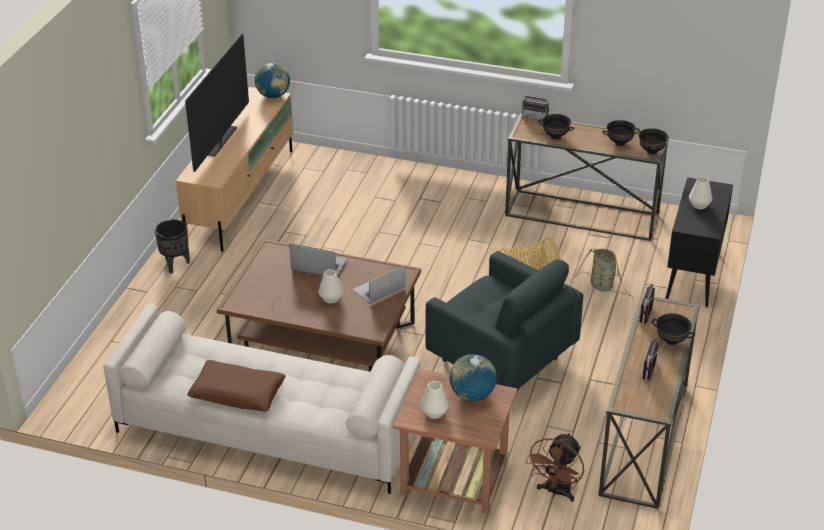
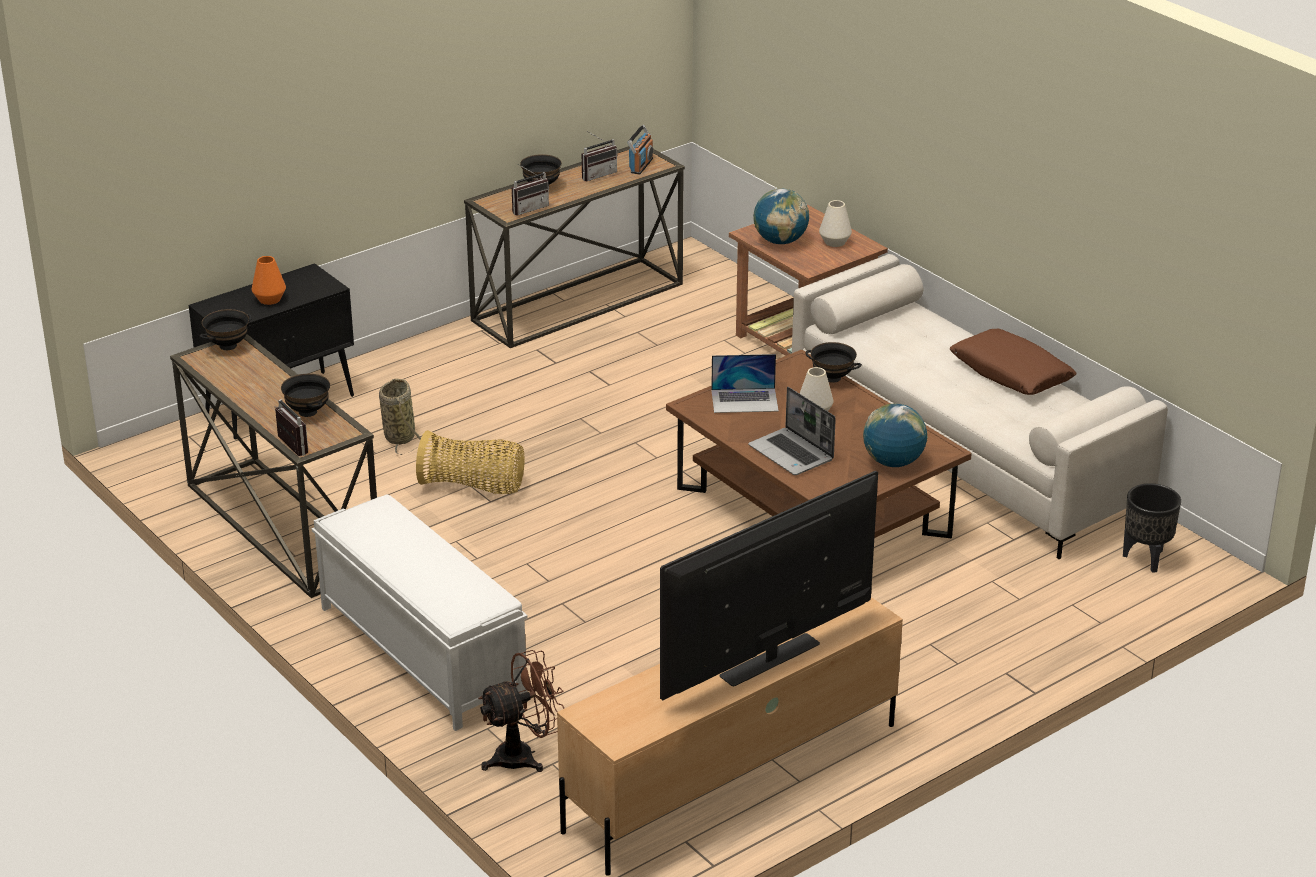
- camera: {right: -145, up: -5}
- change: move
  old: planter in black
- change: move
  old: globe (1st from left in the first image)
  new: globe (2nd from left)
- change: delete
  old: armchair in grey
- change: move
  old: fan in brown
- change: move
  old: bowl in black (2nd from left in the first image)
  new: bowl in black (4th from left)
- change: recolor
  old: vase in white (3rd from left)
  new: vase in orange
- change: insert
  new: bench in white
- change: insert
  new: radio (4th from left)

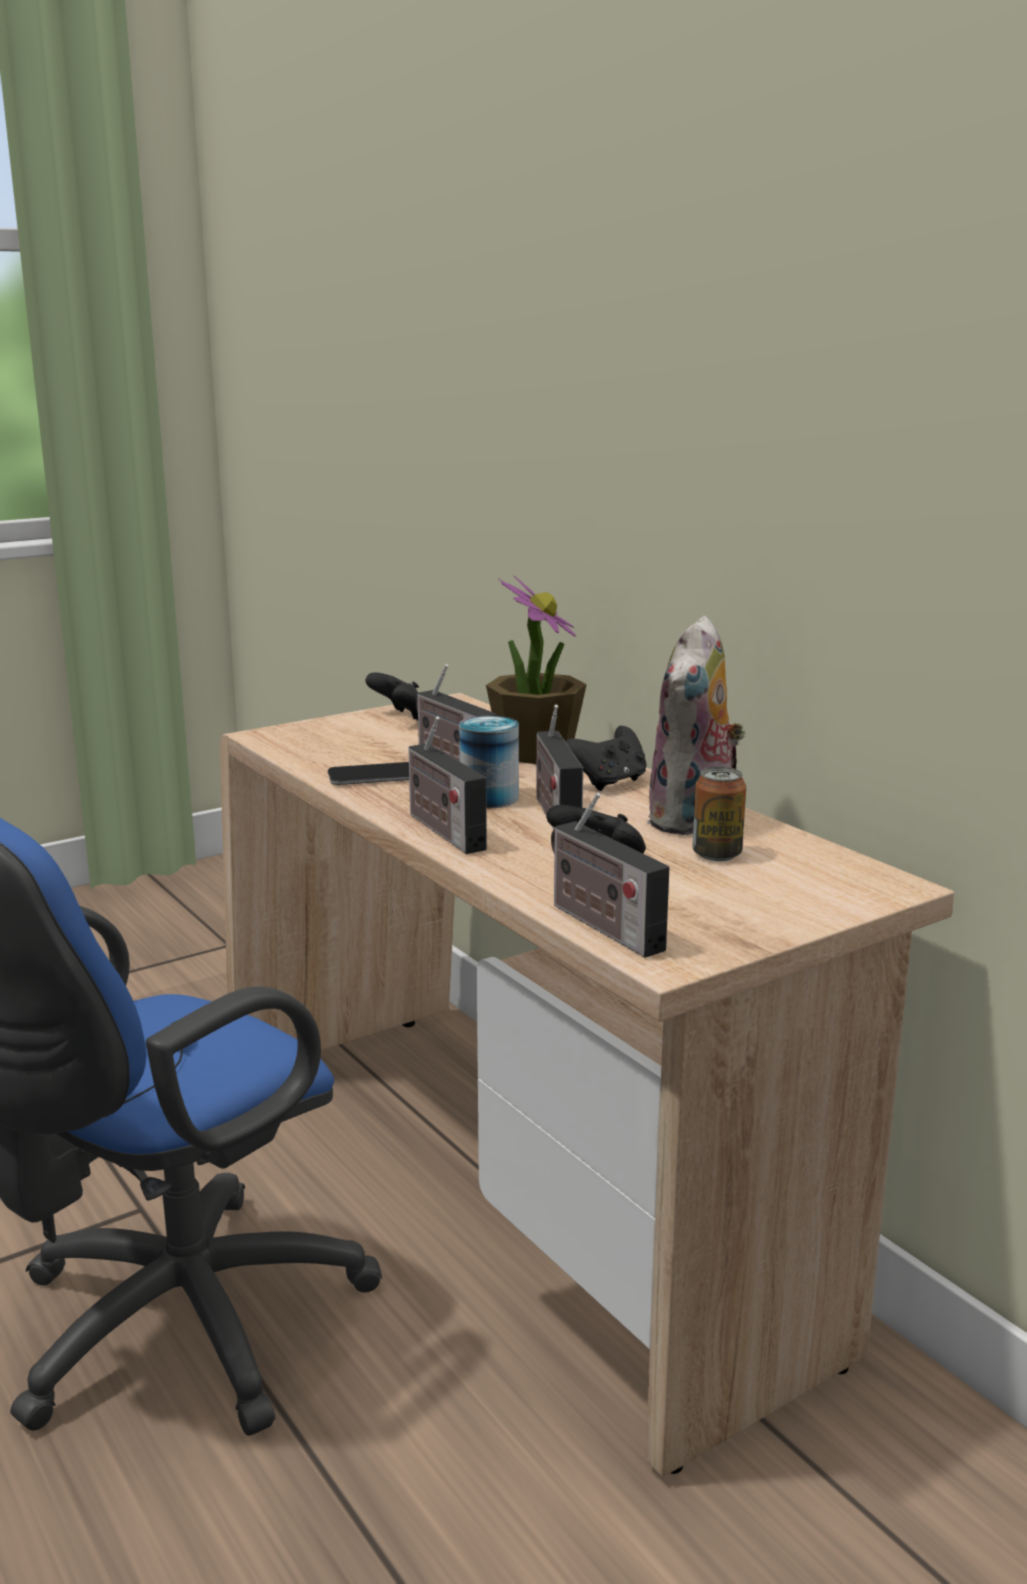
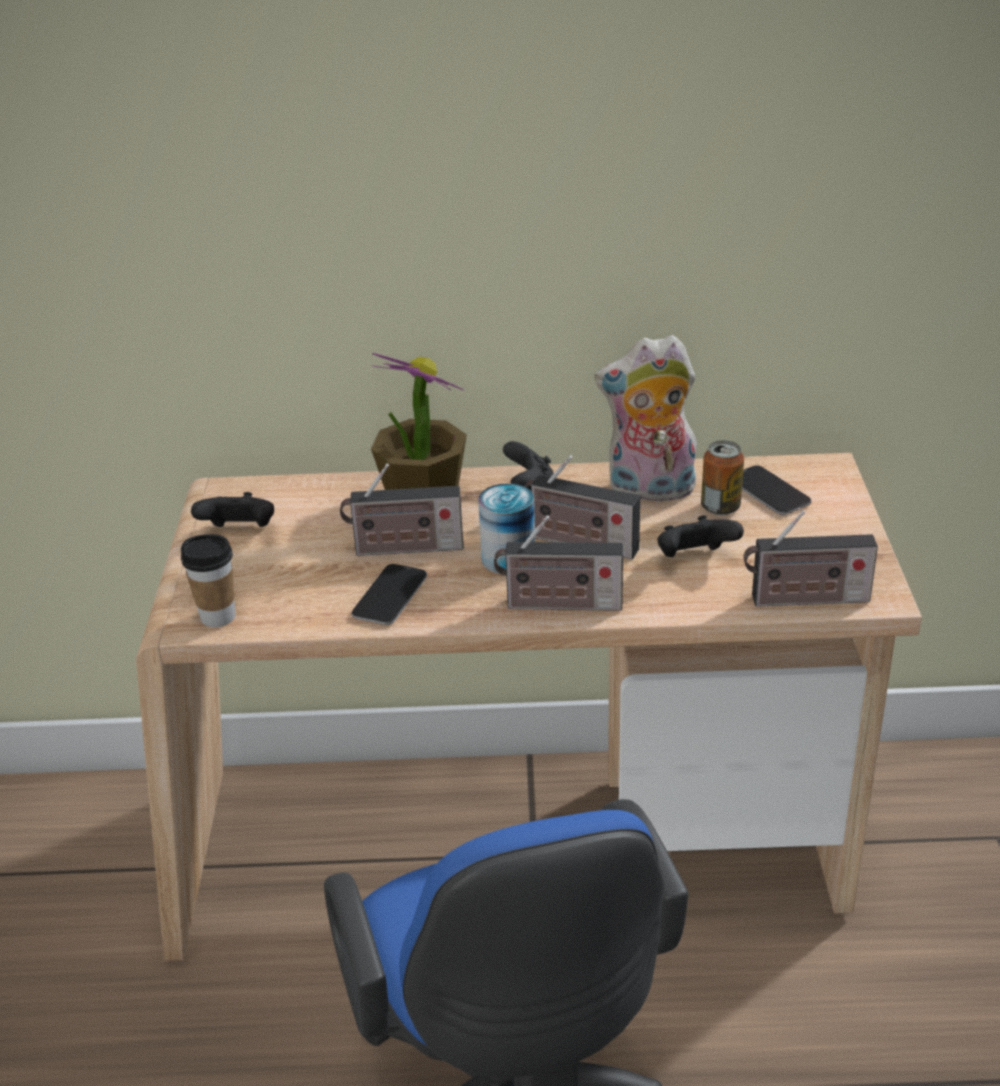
- camera: {right: -55, up: 15}
- change: rotate
  old: plush toy
  degrees: 120
- change: insert
  new: cup
- change: insert
  new: phone (2nd from left)

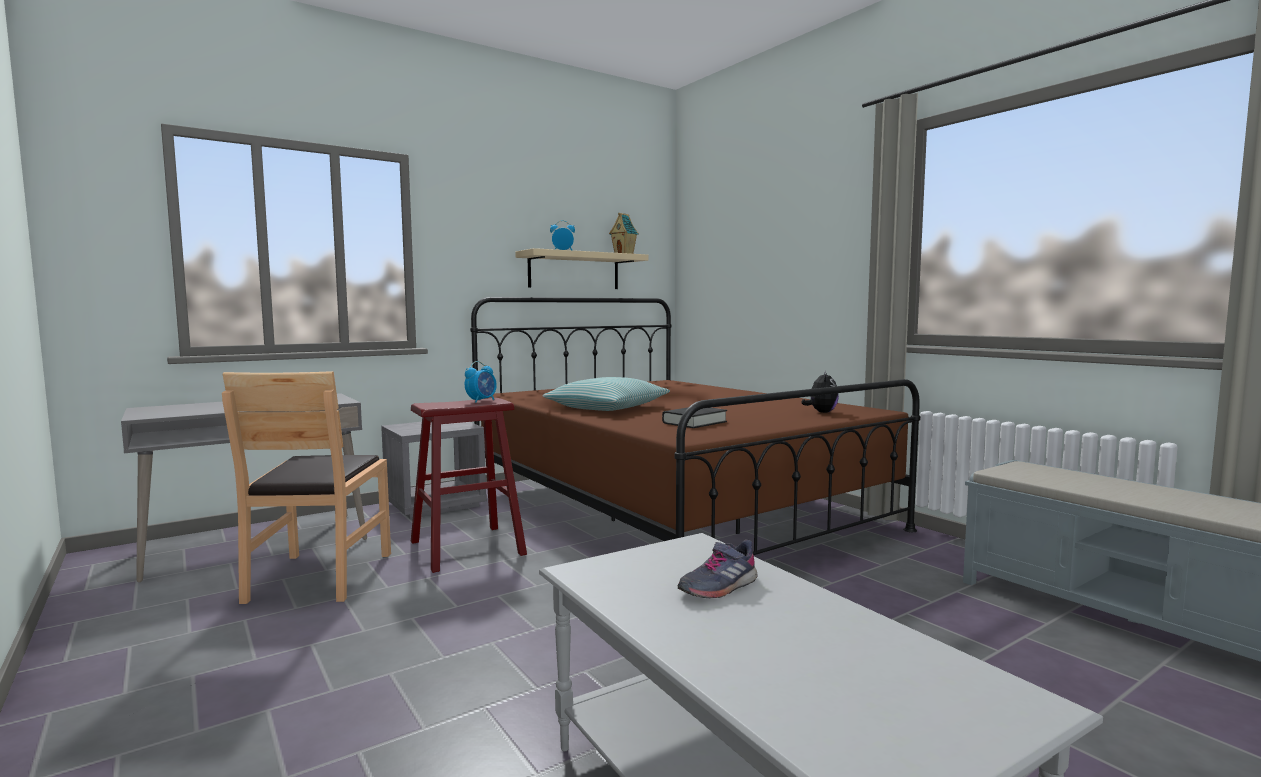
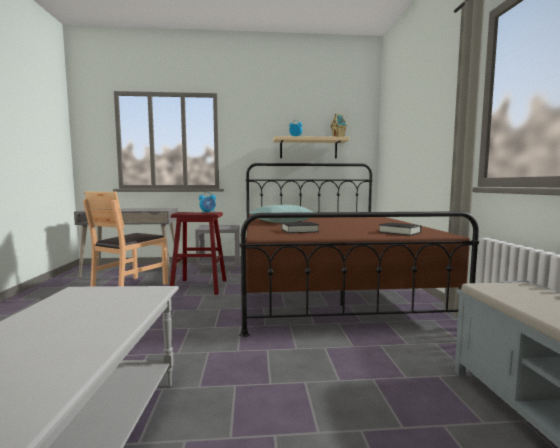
- camera: {right: 30, up: 0}
- change: delete
  old: shoe in grey
- change: replace
  old: plush toy
  new: book in black (2nd from left)

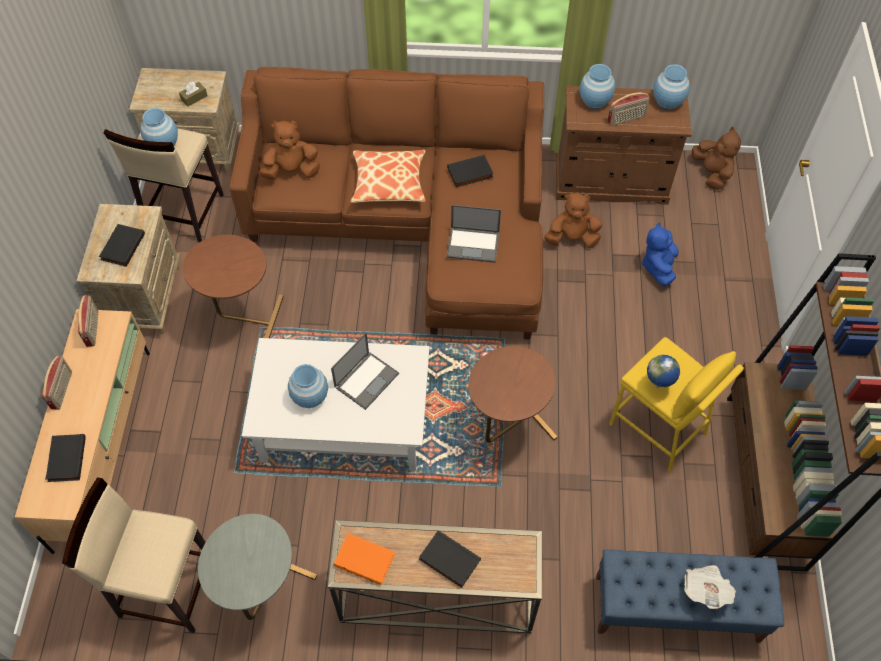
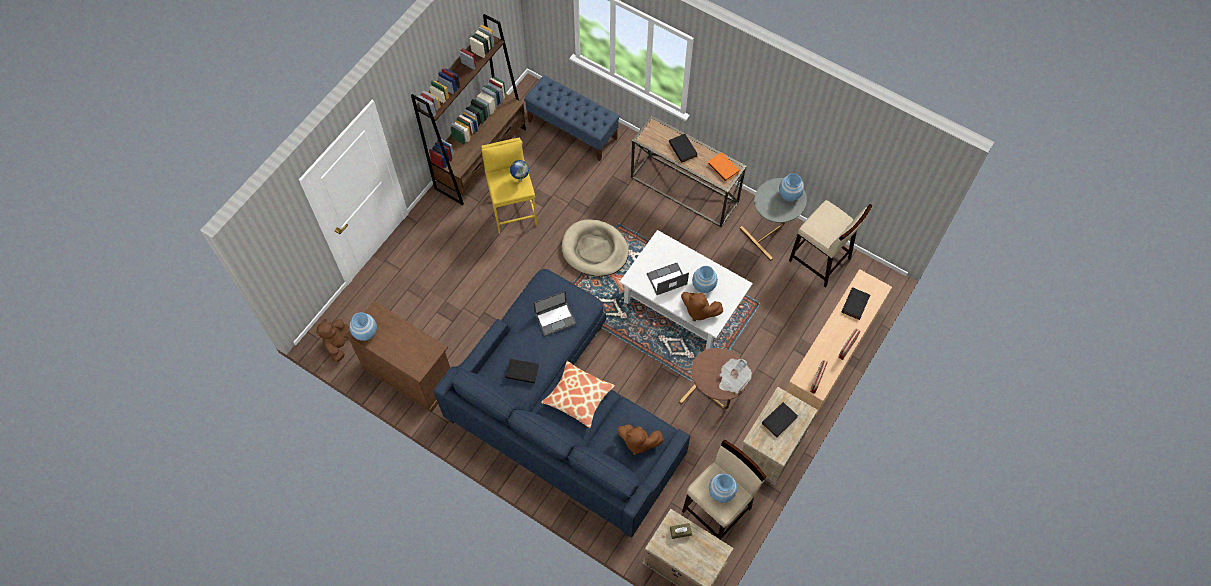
- camera: {right: -150, up: 5}
- change: recolor
  old: sofa in brown
  new: sofa in blue
- change: rotate
  old: laptop (2nd from left in the first image)
  degrees: 120
- change: replace
  old: side table in brown (2nd from left)
  new: dog bed in beige
- change: move
  old: plush toy in brown (2nd from left in the first image)
  new: plush toy in brown (3rd from left)
- change: move
  old: vase in blue (3rd from left in the first image)
  new: vase in blue (4th from left)
- change: delete
  old: radio (3rd from left)
- change: delete
  old: plush toy in blue
- change: move
  old: newspaper

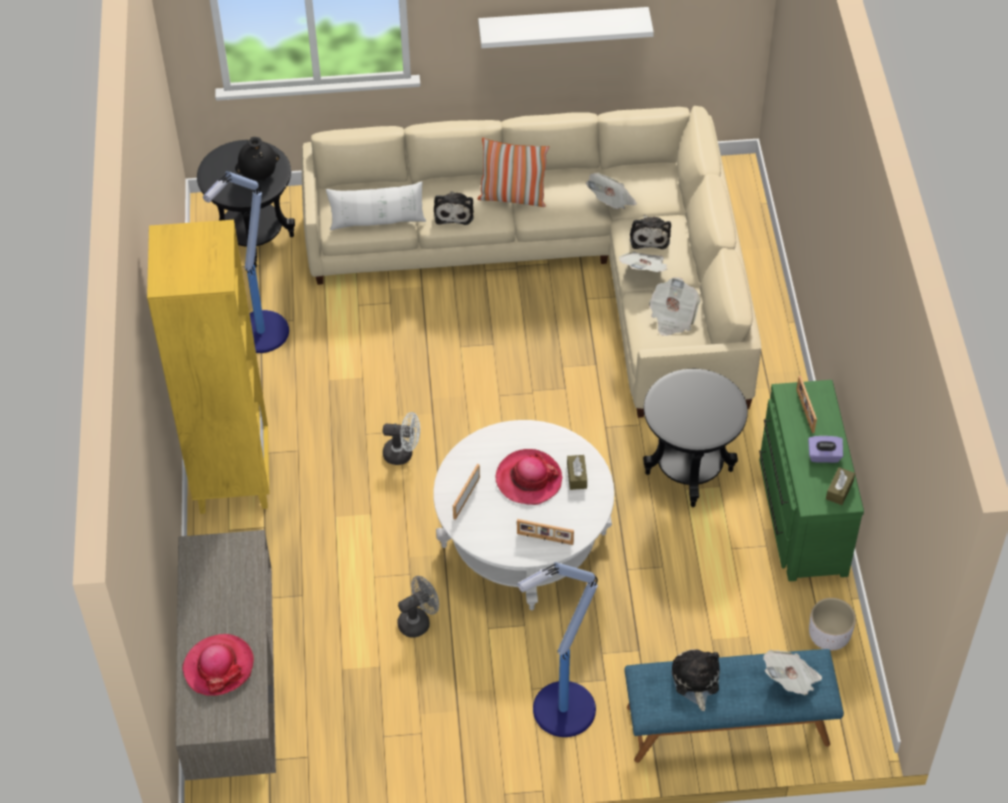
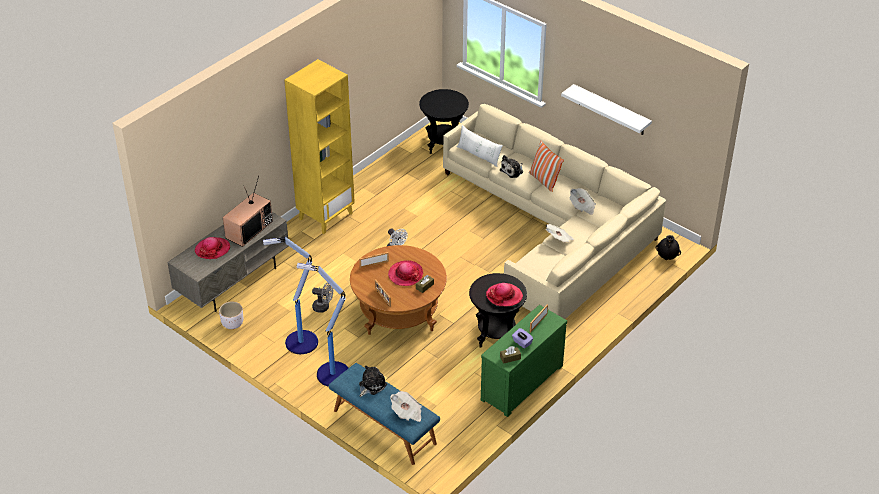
- camera: {right: 45, up: -10}
- change: move
  old: floor lamp (1st from left)
- change: move
  old: vase in black
- change: recolor
  old: coffee table in white
  new: coffee table in brown
- change: delete
  old: plush toy (2nd from left)
- change: delete
  old: newspaper (3rd from left)
- change: move
  old: planter in white
- change: insert
  new: television
- change: insert
  new: hat (3rd from left)

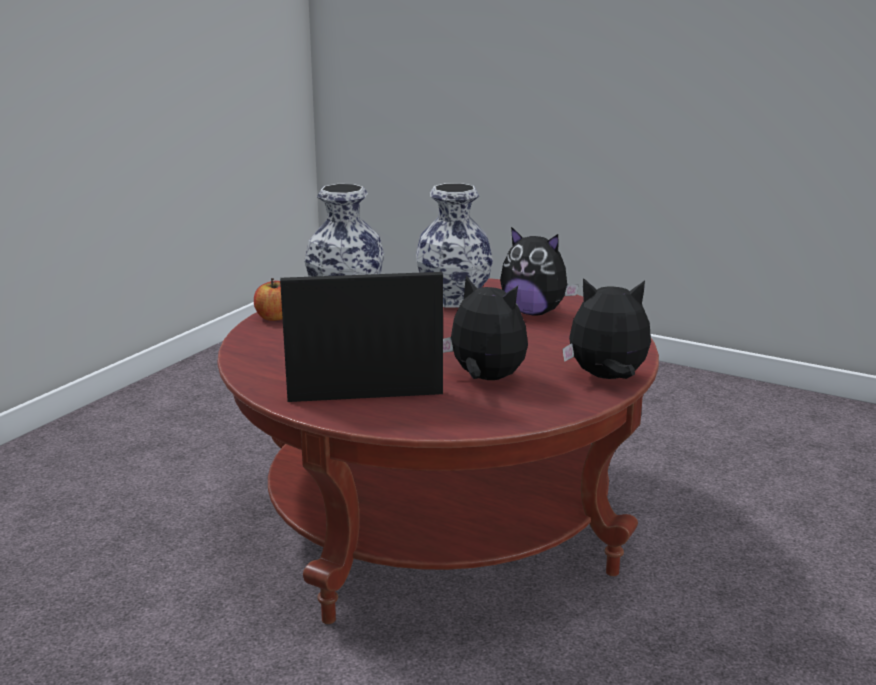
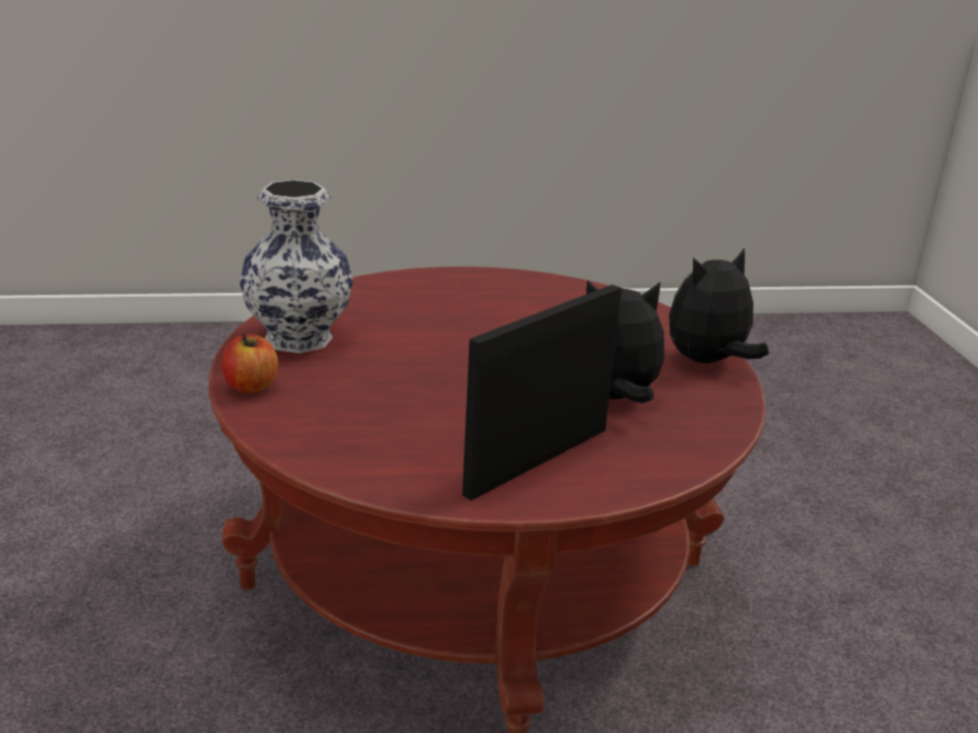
- camera: {right: -40, up: 5}
- change: delete
  old: vase (2nd from left)
- change: delete
  old: plush toy (2nd from left)

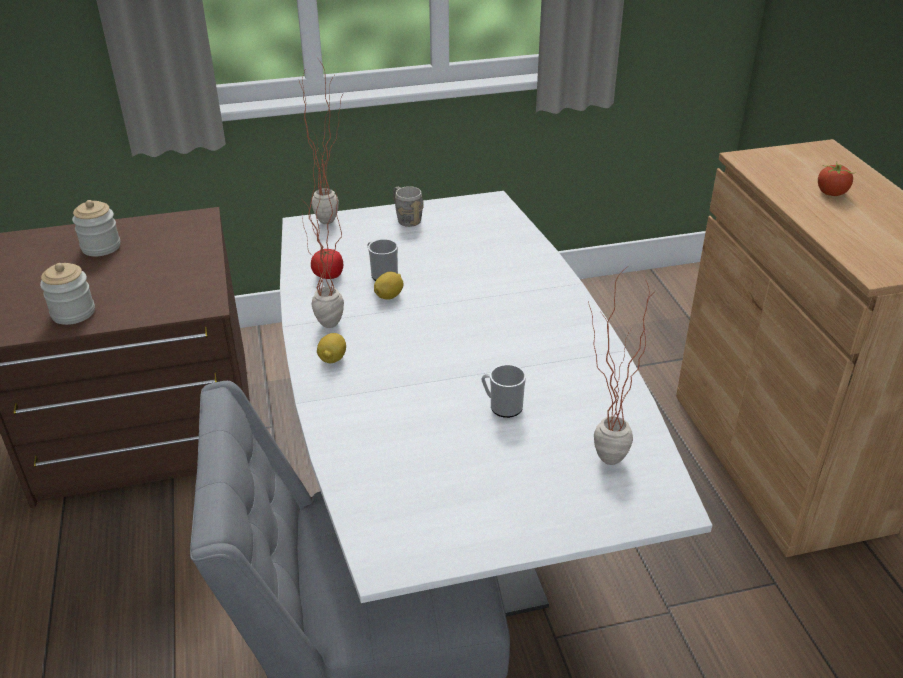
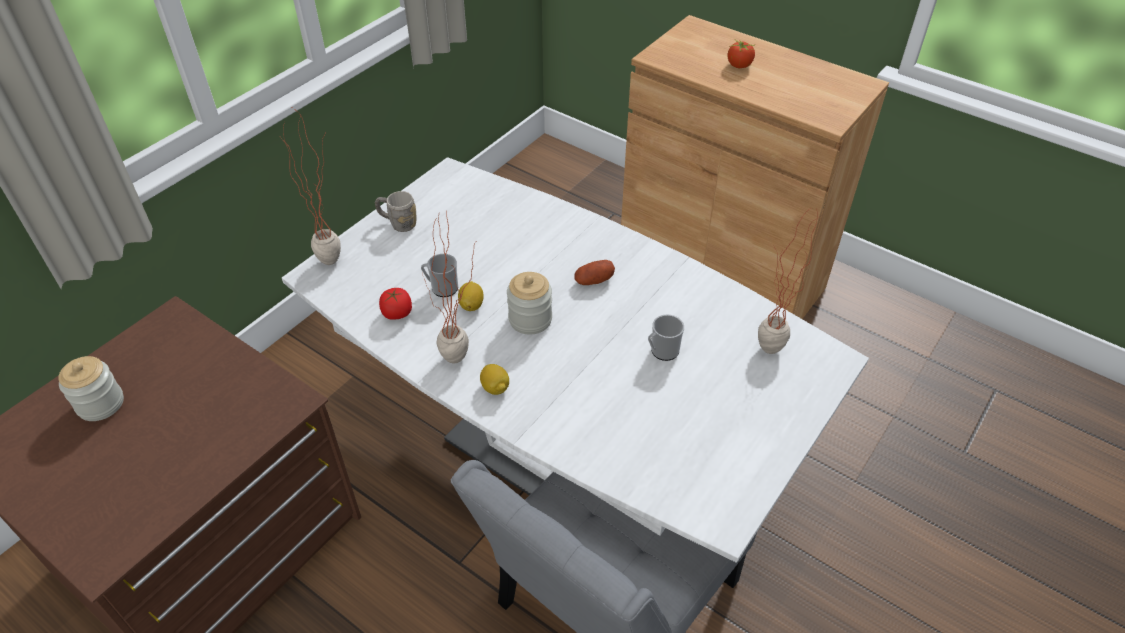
- camera: {right: -40, up: 10}
- change: move
  old: jar (1st from left in the first image)
  new: jar (2nd from left)
- change: insert
  new: potato

